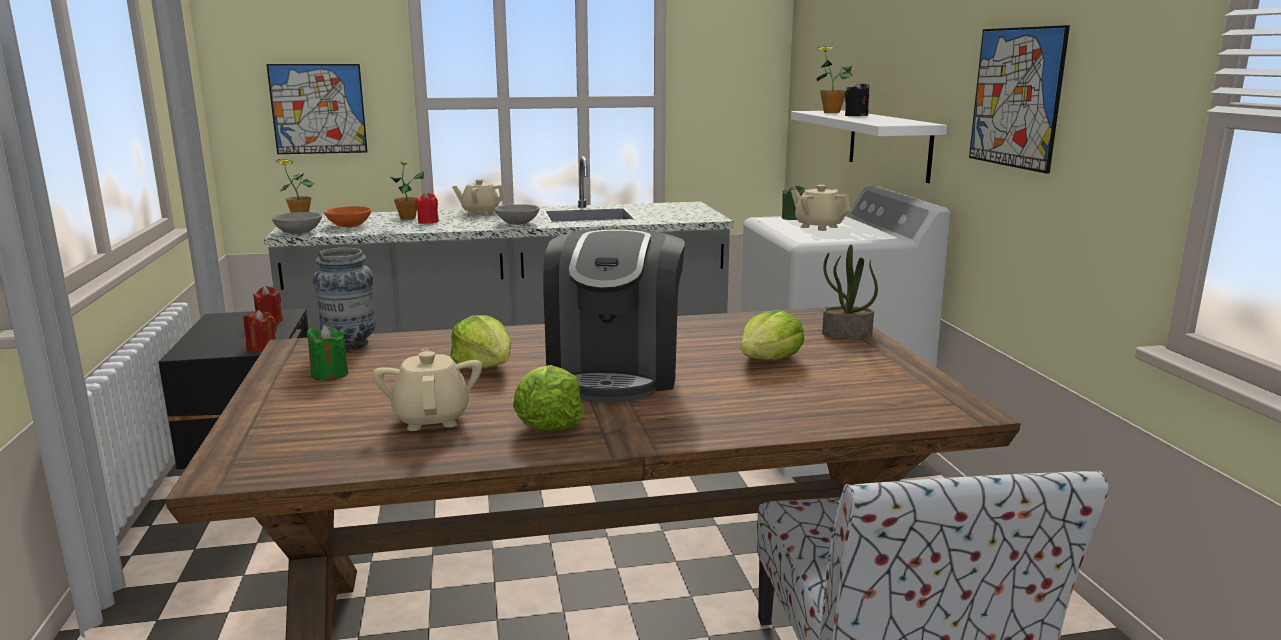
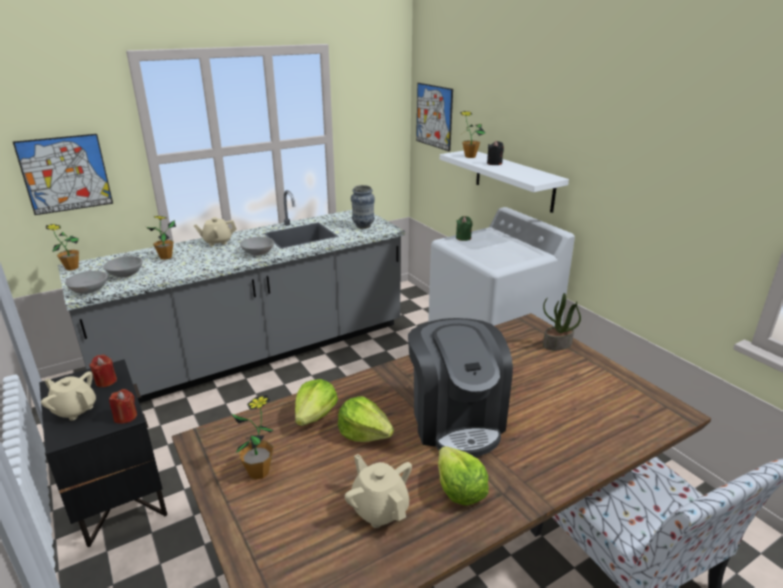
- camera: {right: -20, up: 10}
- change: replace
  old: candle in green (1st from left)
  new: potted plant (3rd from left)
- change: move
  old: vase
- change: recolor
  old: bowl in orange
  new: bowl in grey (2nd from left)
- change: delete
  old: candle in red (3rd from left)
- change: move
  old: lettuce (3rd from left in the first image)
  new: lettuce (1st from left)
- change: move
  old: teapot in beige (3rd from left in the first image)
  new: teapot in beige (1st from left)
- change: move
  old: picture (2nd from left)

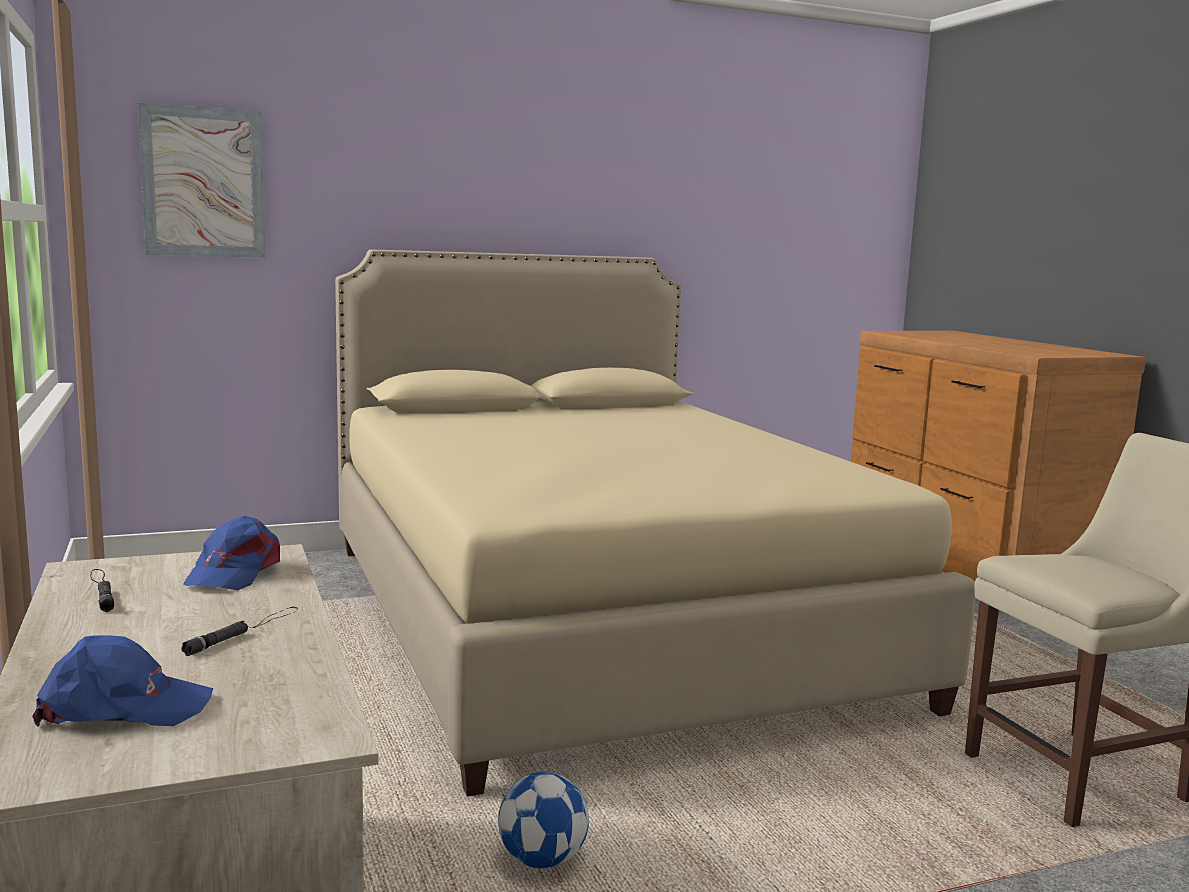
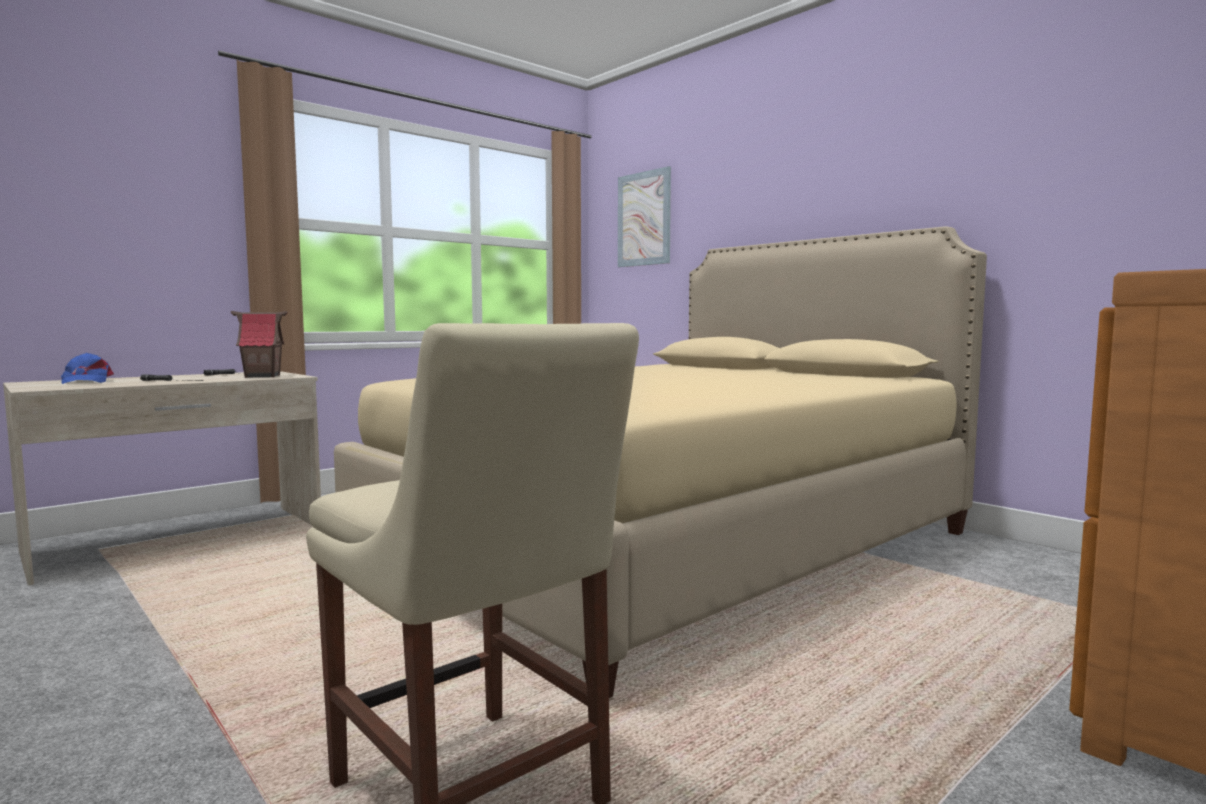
- camera: {right: 70, up: -5}
- change: replace
  old: cap in blue (2nd from left)
  new: toy house
- change: delete
  old: football

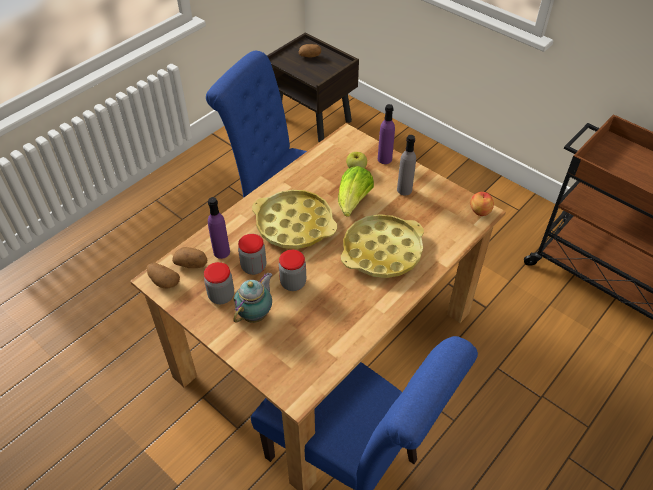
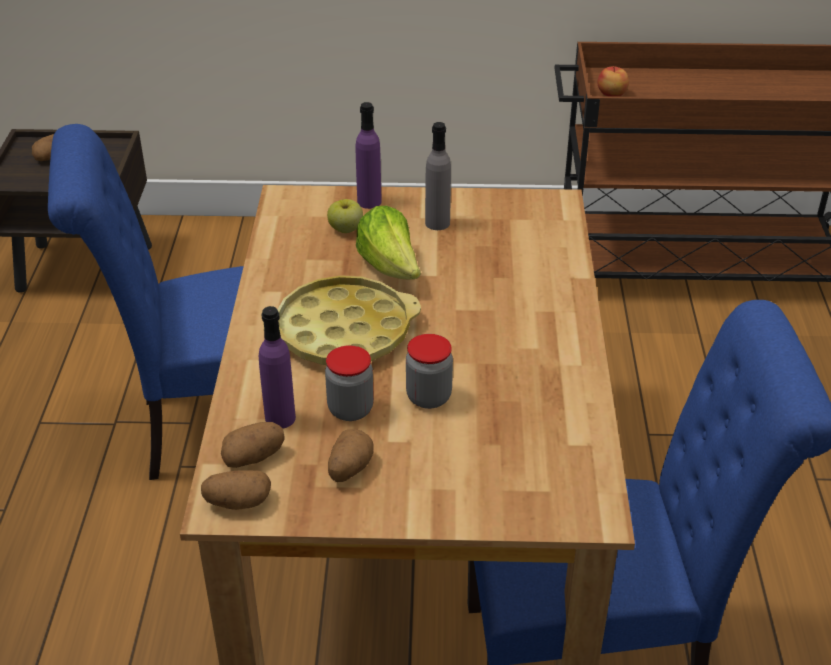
- camera: {right: -40, up: -10}
- change: replace
  old: jar (1st from left)
  new: potato (4th from left)
- change: delete
  old: teapot
- change: delete
  old: tray in yellow (2nd from left)
- change: move
  old: apple (2nd from left)

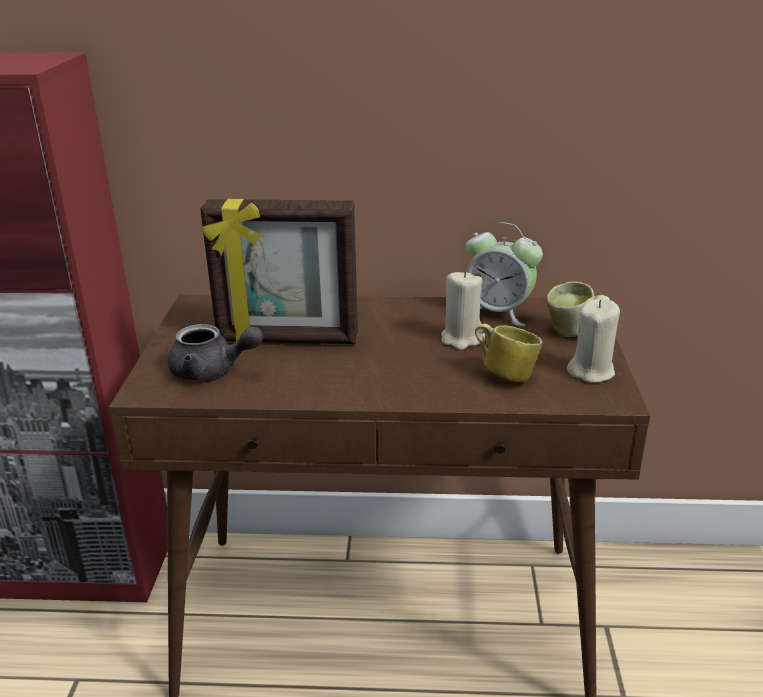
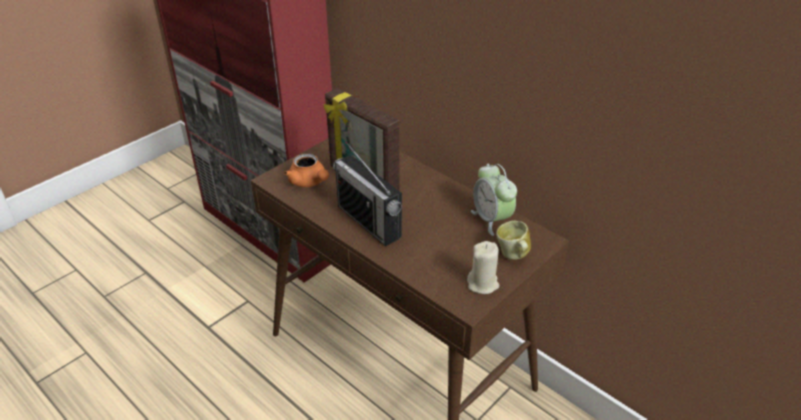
- camera: {right: 40, up: 10}
- change: recolor
  old: teapot in grey
  new: teapot in orange
- change: delete
  old: candle in beige (1st from left)
- change: delete
  old: mug (1st from left)
- change: insert
  new: radio

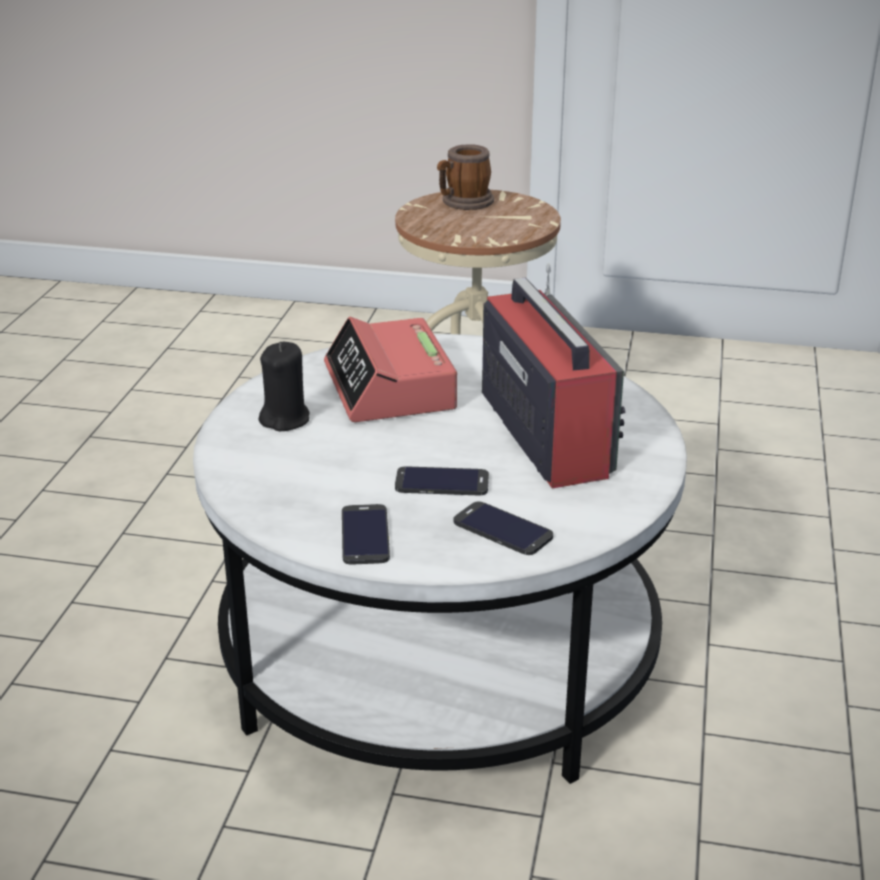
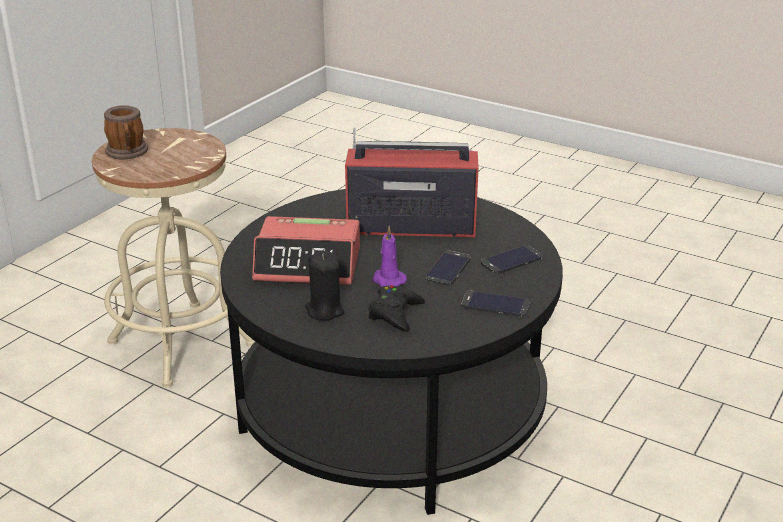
- camera: {right: -70, up: 0}
- change: recolor
  old: coffee table in white
  new: coffee table in black
- change: insert
  new: game controller in black
- change: insert
  new: candle in purple

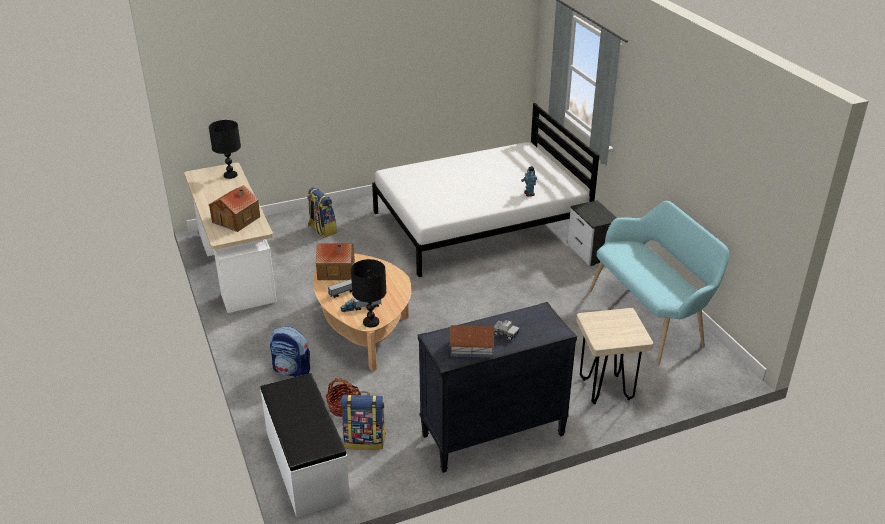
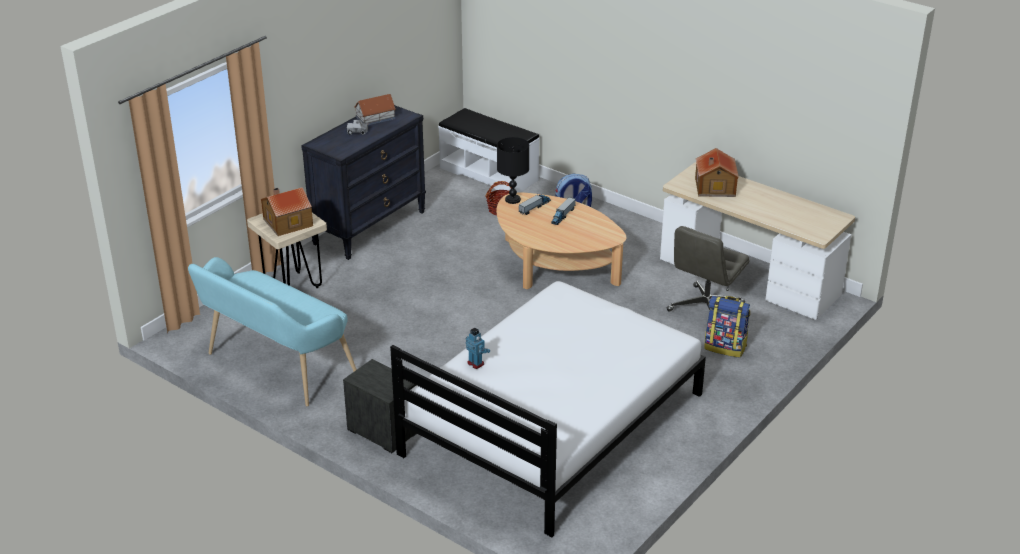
- camera: {right: 150, up: 0}
- change: delete
  old: table lamp in black (1st from left)
- change: move
  old: toy house (2nd from left in the first image)
  new: toy house (1st from left)
- change: delete
  old: backpack (3rd from left)
- change: insert
  new: office chair in grey

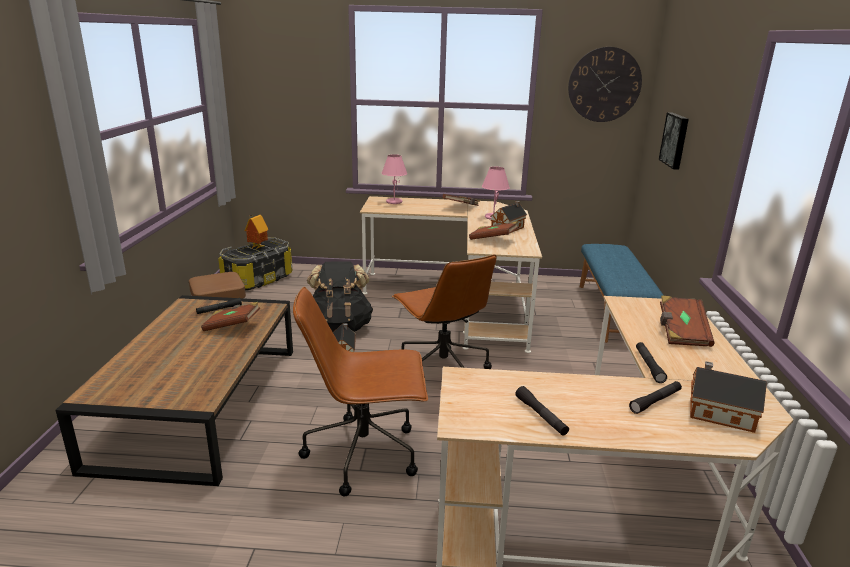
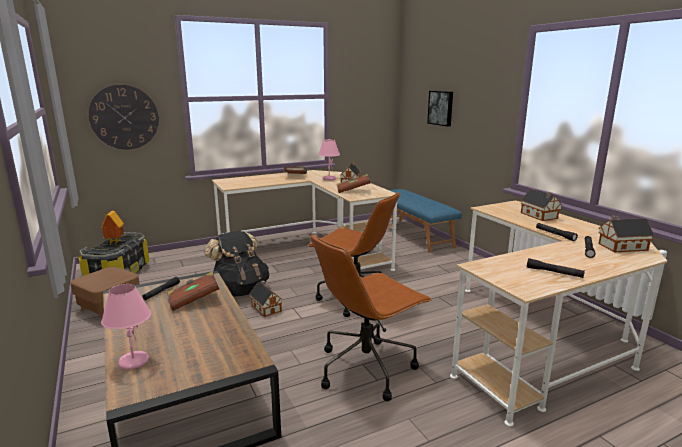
- camera: {right: -30, up: -5}
- change: move
  old: table lamp in pink (1st from left)
- change: move
  old: wall clock
- change: replace
  old: book in brown (4th from left)
  new: toy house (4th from left)

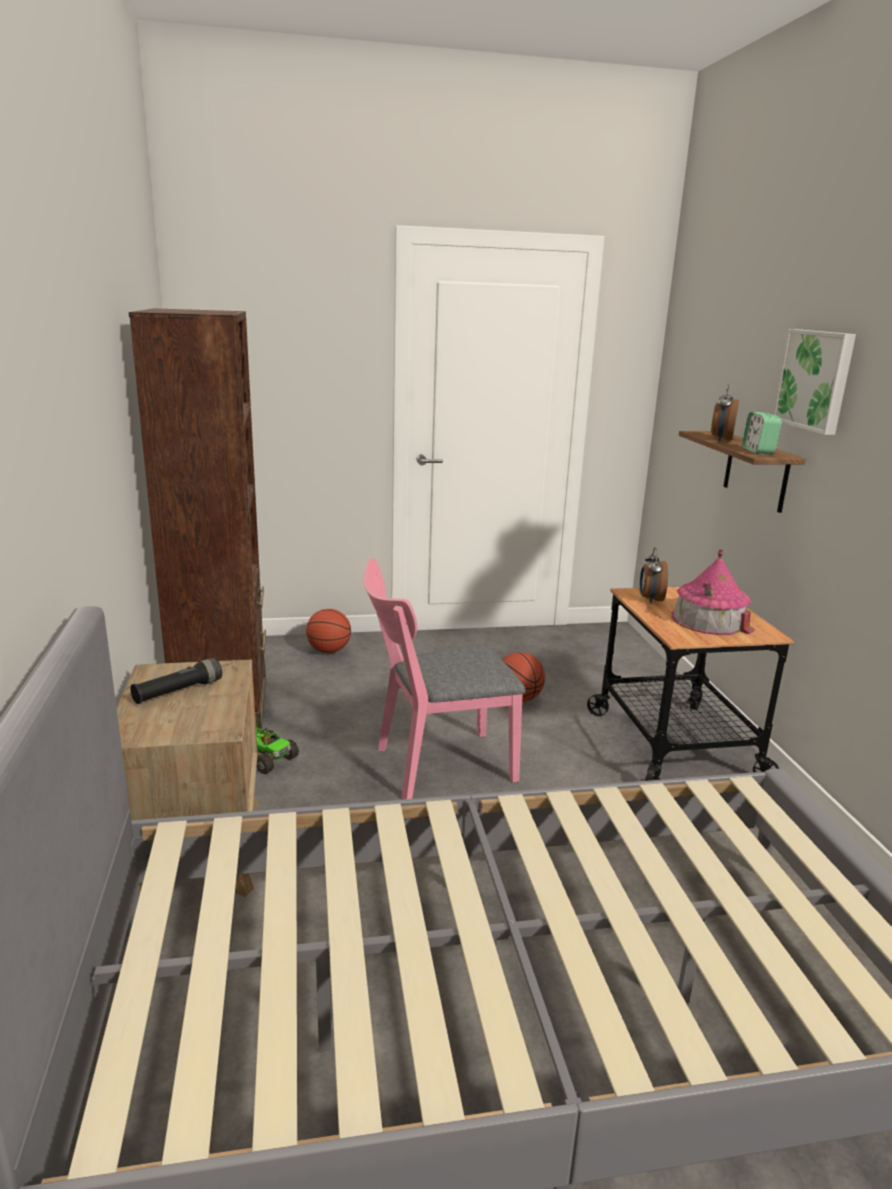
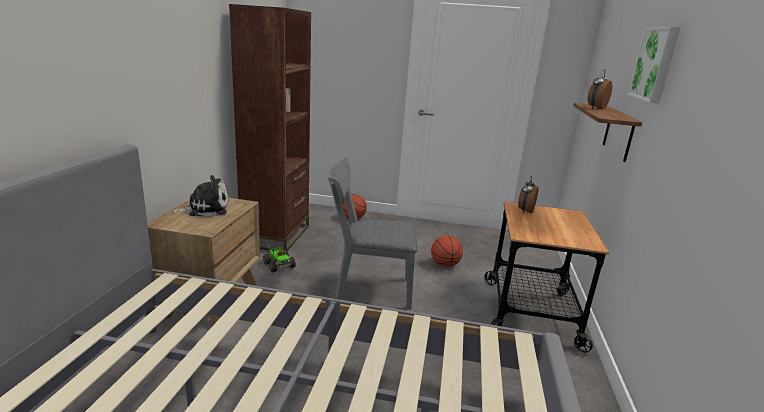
- camera: {right: 20, up: 0}
- change: replace
  old: flashlight in black
  new: plush toy
- change: recolor
  old: chair in pink
  new: chair in grey
- change: delete
  old: toy house
- change: delete
  old: alarm clock (3rd from left)

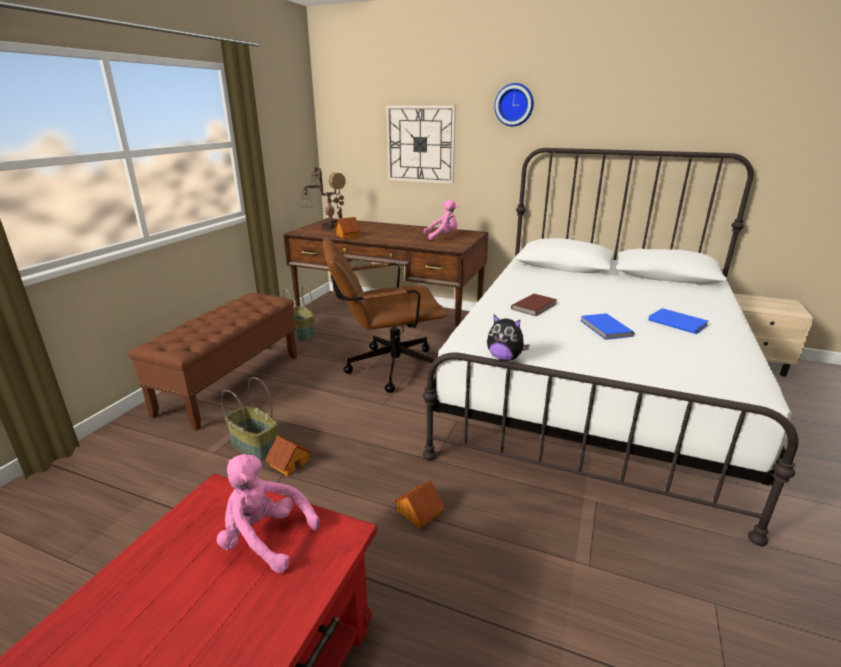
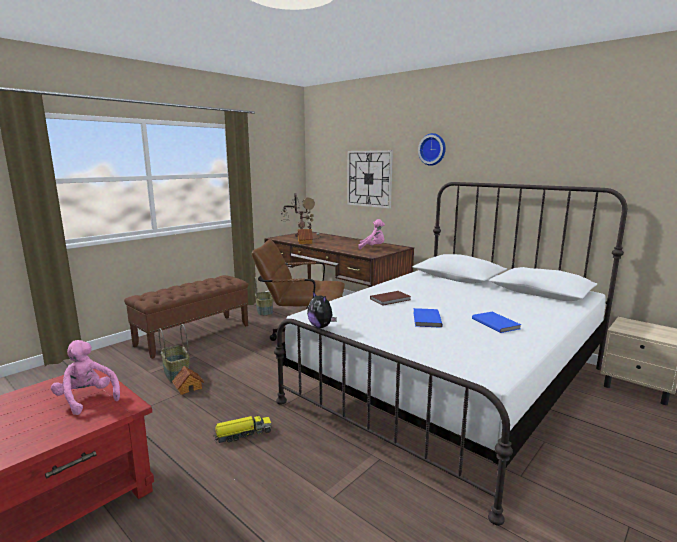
- camera: {right: 20, up: -10}
- change: replace
  old: toy house (3rd from left)
  new: toy truck

